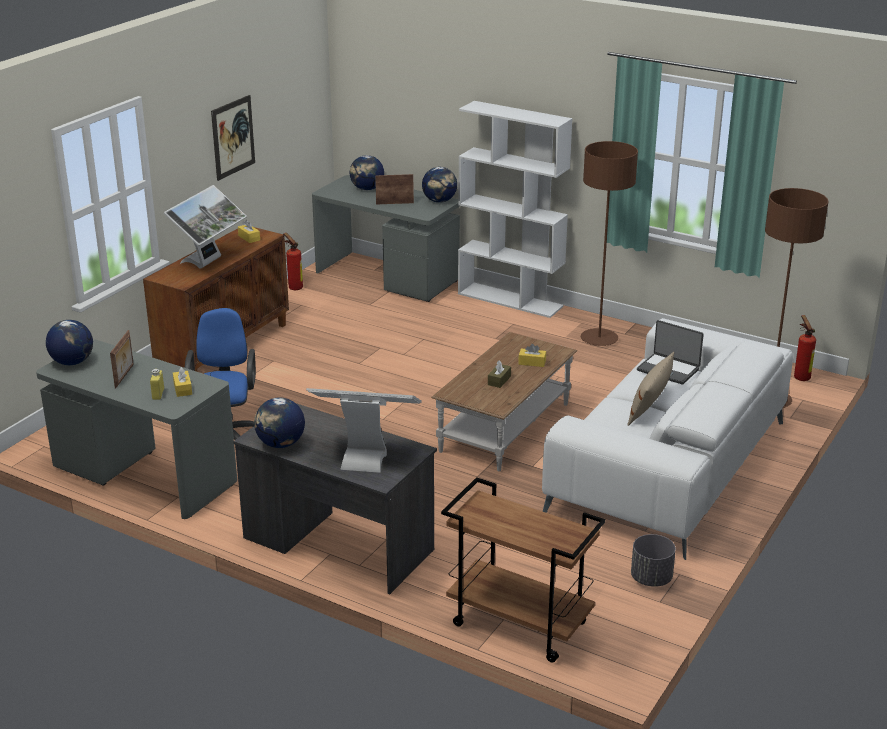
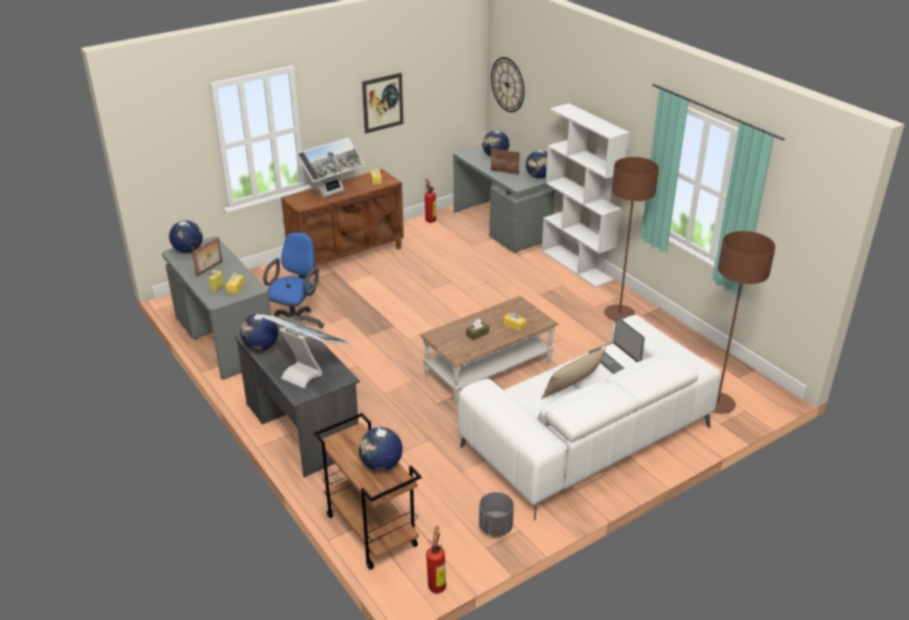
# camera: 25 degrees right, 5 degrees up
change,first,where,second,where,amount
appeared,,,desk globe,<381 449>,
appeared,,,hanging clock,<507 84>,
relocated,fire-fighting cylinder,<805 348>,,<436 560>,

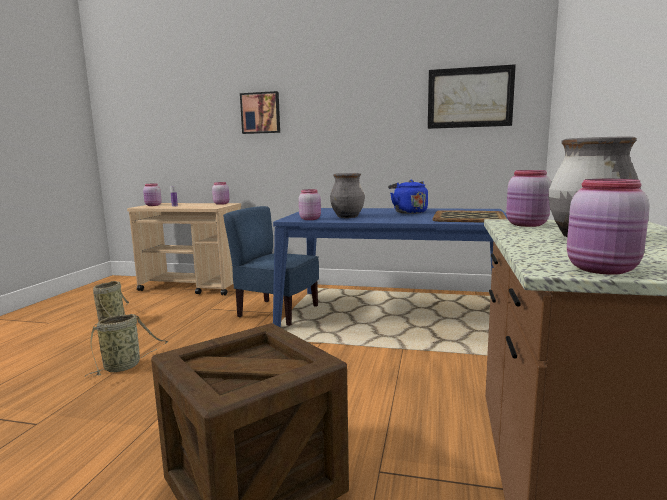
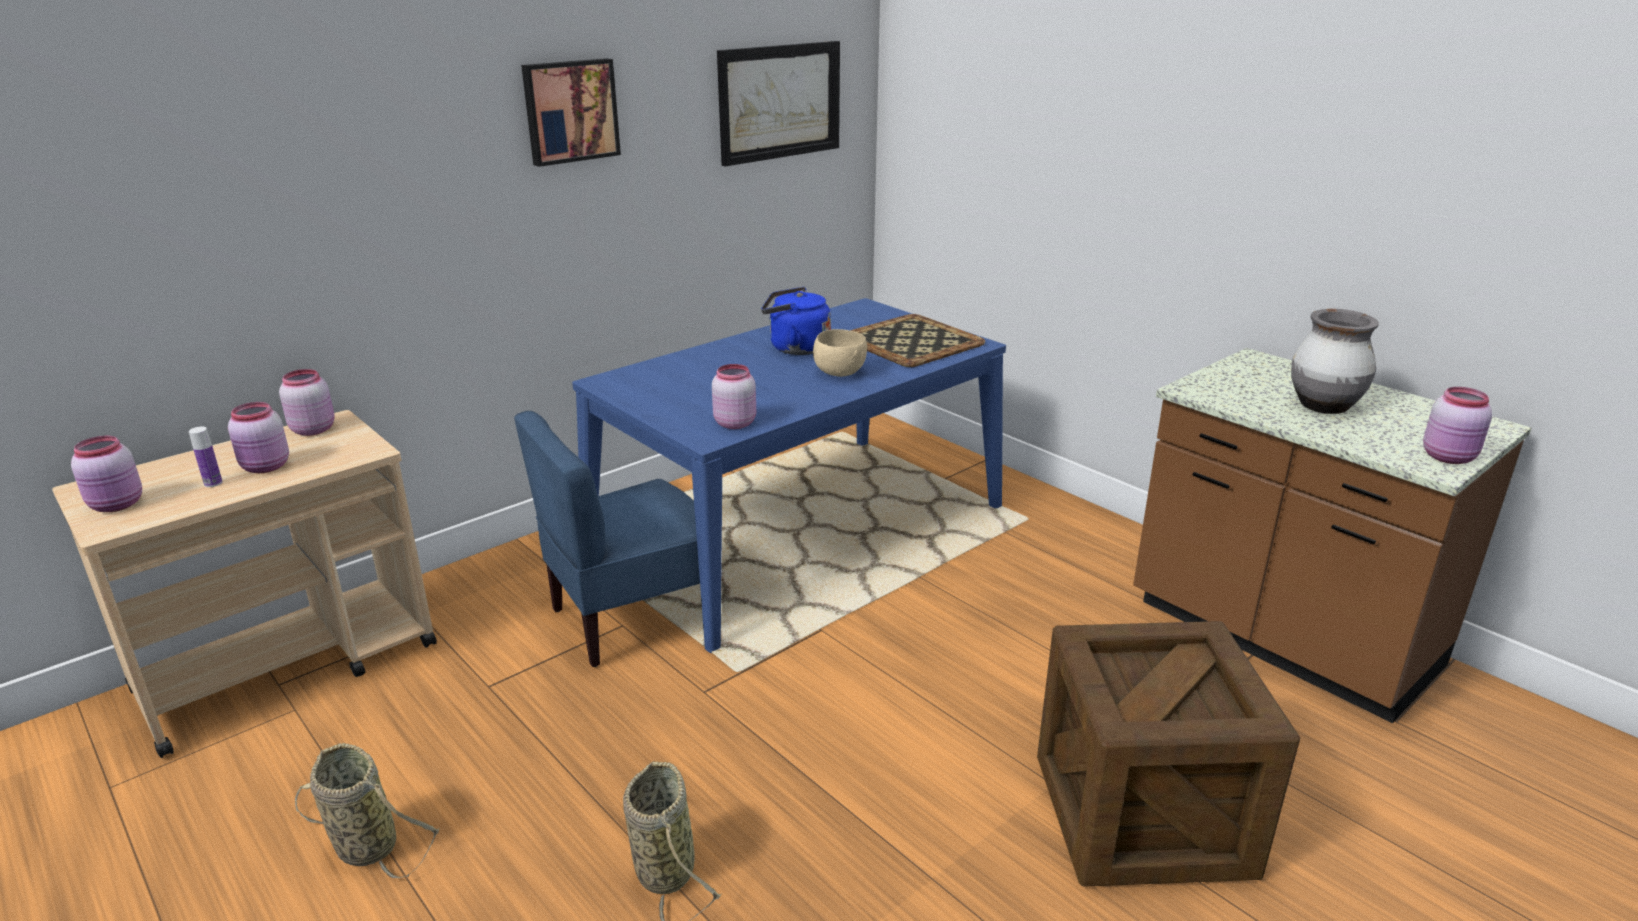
# camera: 55 degrees left, 15 degrees up
change,first,where,second,where,amount
missing,vase (gray),<347 195>,,,
appeared,,,bowl (beige-coloured),<840 353>,
relocated,wall picture,<260 112>,,<571 112>,
relocated,jar (pink),<528 198>,,<258 437>,

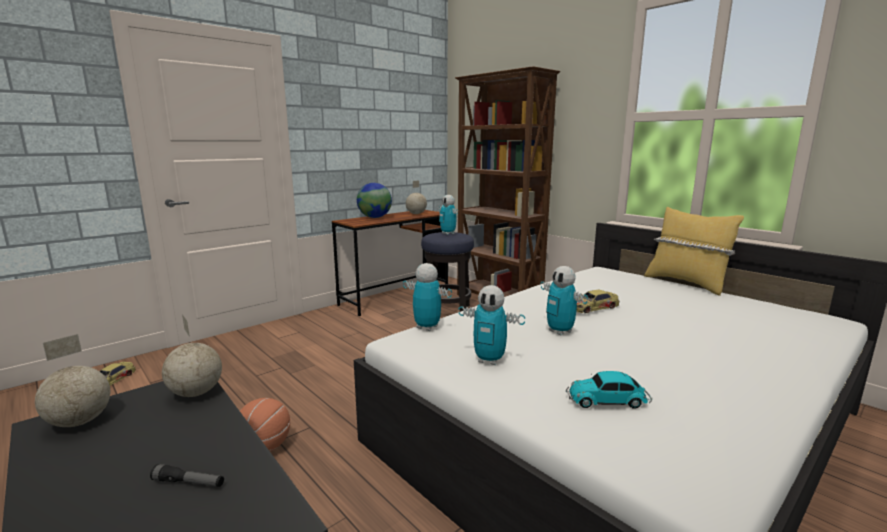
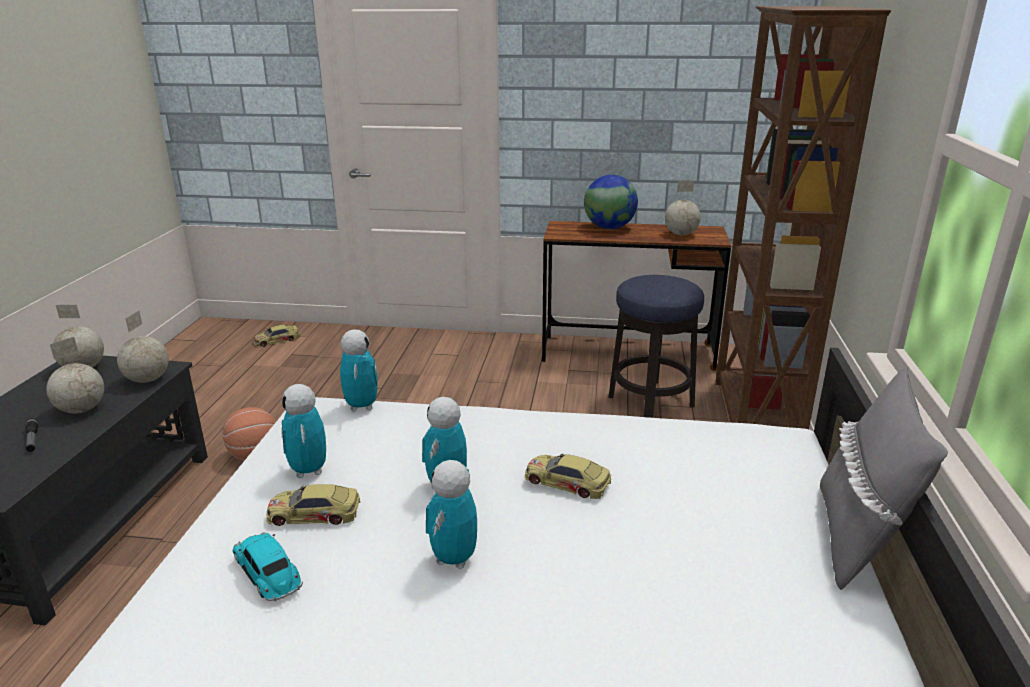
# camera: 50 degrees right, 10 degrees up
change,first,where,second,where,amount
appeared,,,desk globe,<75 375>,
appeared,,,miniature car,<313 505>,
relocated,toy robot,<448 215>,,<451 514>,
colour,cushion (yellow),<694 251>,cushion (gray),<884 478>,

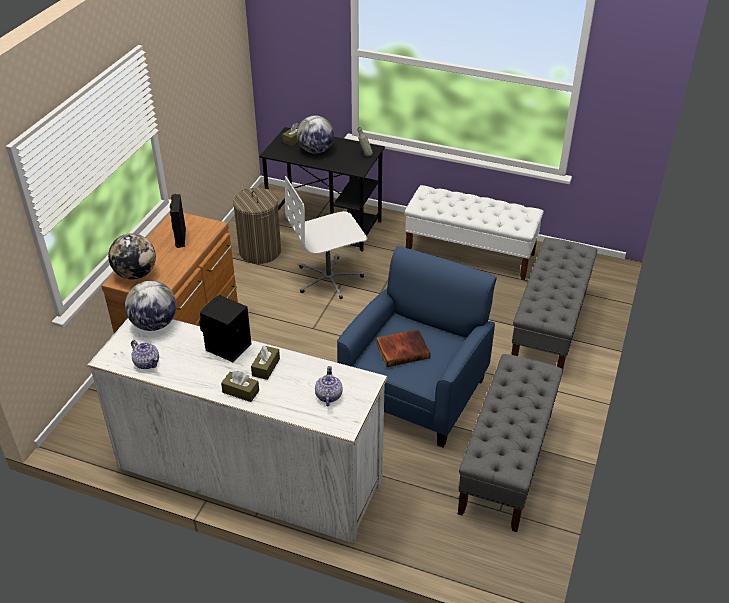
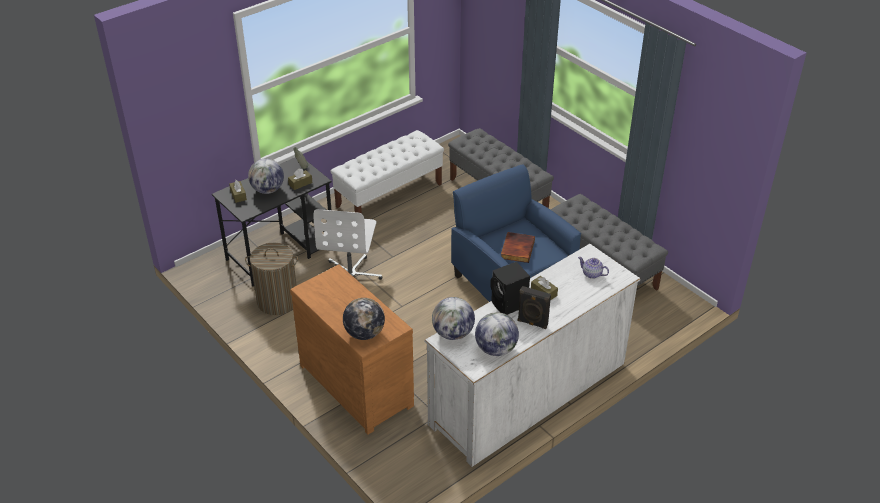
# camera: 60 degrees left, 0 degrees up
change,first,where,second,where,amount
relocated,loudspeaker (black),<178 221>,,<534 307>,
relocated,tissue box (brownish),<240 386>,,<300 179>,
exchanged,pot for tea,<145 354>,desk globe,<497 334>,

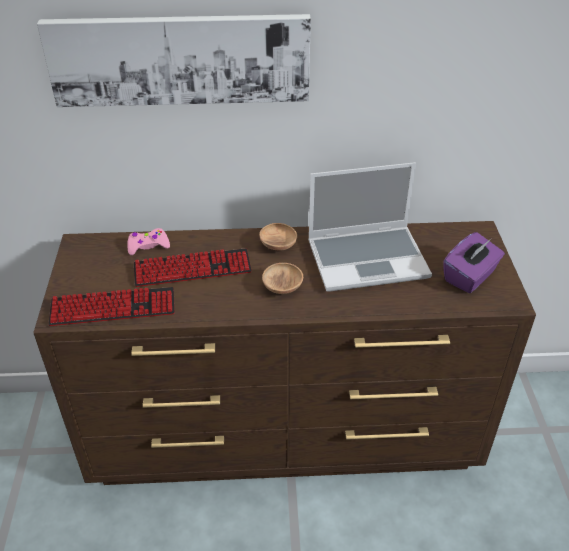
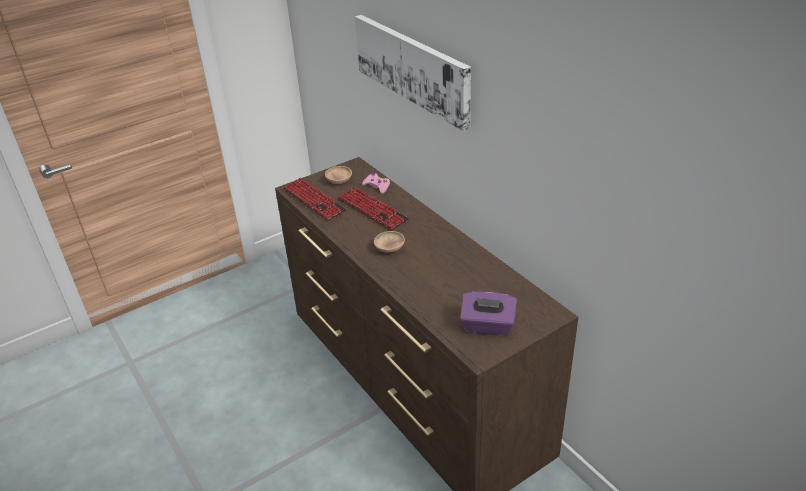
# camera: 60 degrees right, 5 degrees down
change,first,where,second,where,amount
missing,notebook computer,<370 227>,,,
relocated,bowl (brownish),<278 236>,,<338 175>,

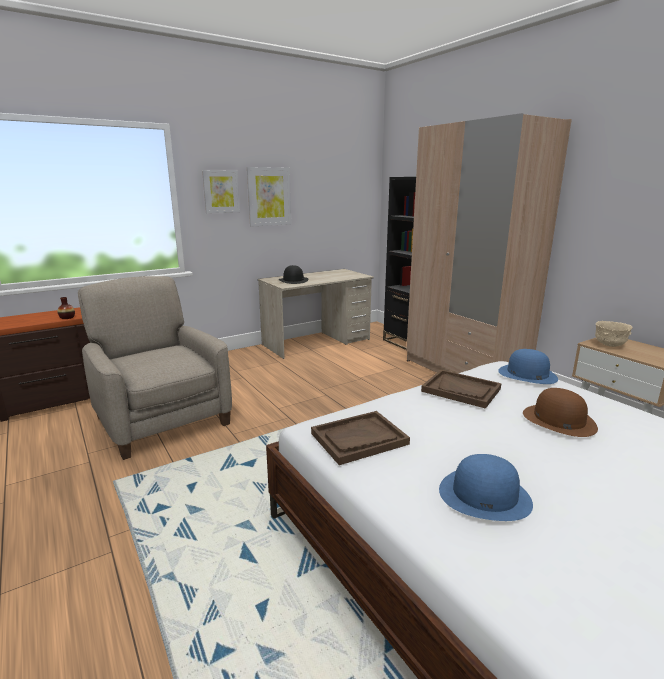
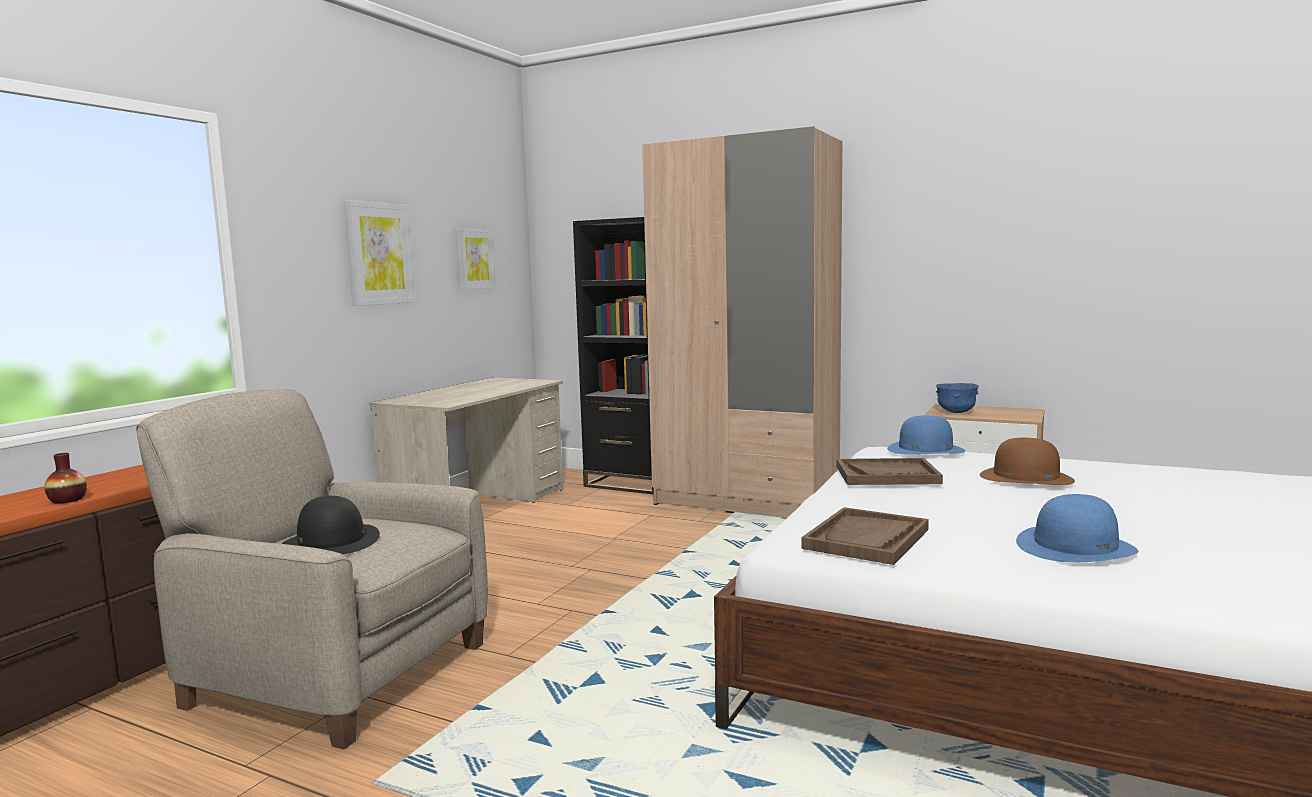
# camera: 30 degrees left, 10 degrees down
change,first,where,second,where,amount
relocated,wall picture,<221 191>,,<476 259>,
relocated,wearable hat (black),<293 274>,,<331 525>,
colour,bowl (beige-coloured),<614 334>,bowl (blue),<957 398>,

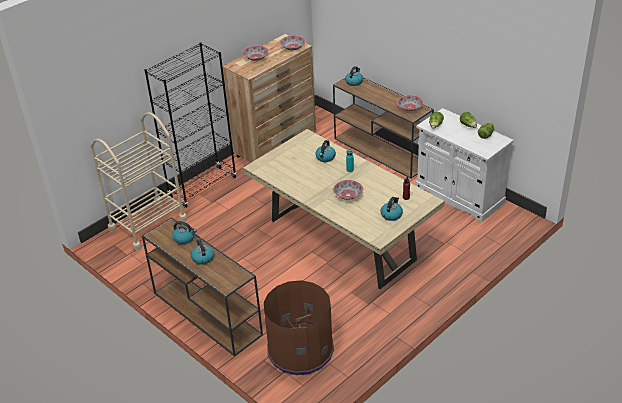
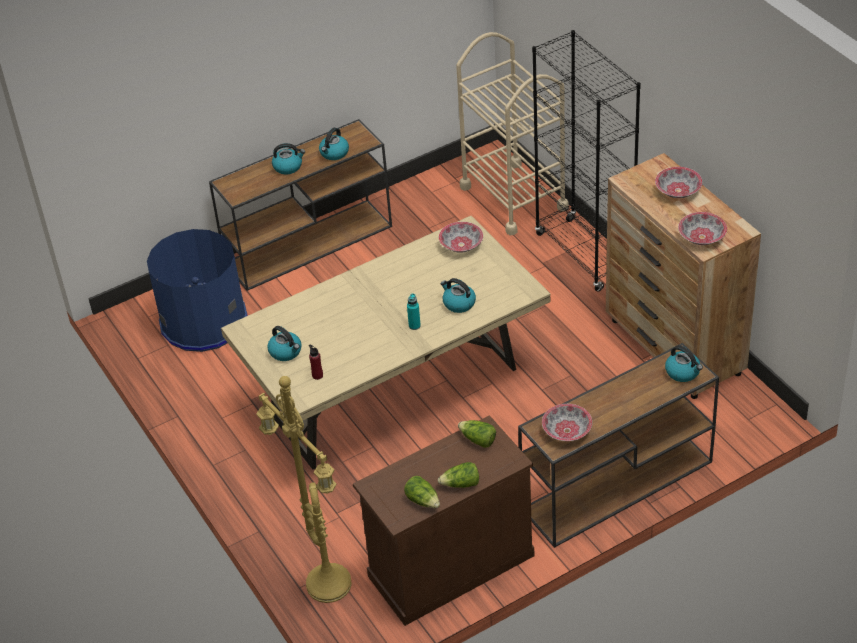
# camera: 105 degrees right, 5 degrees up
change,first,where,second,where,amount
appeared,,,standing lamp (yellow),<304 489>,
relocated,bowl,<348 190>,,<461 237>,
colour,rubbish bin (brownish),<299 327>,rubbish bin (blue),<197 290>,
colour,storage cabinet (white-coloured),<464 165>,storage cabinet (brownish),<444 520>,

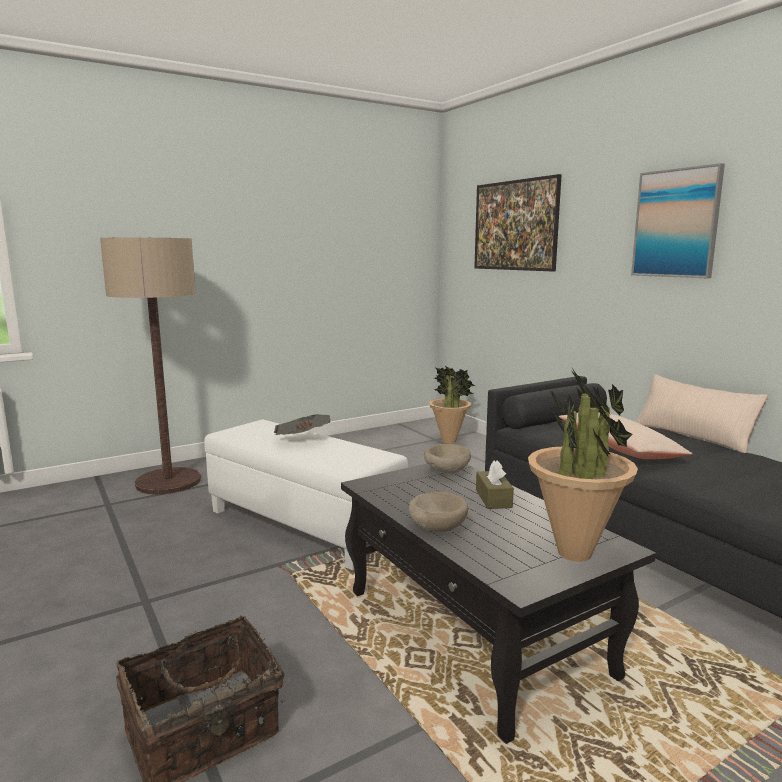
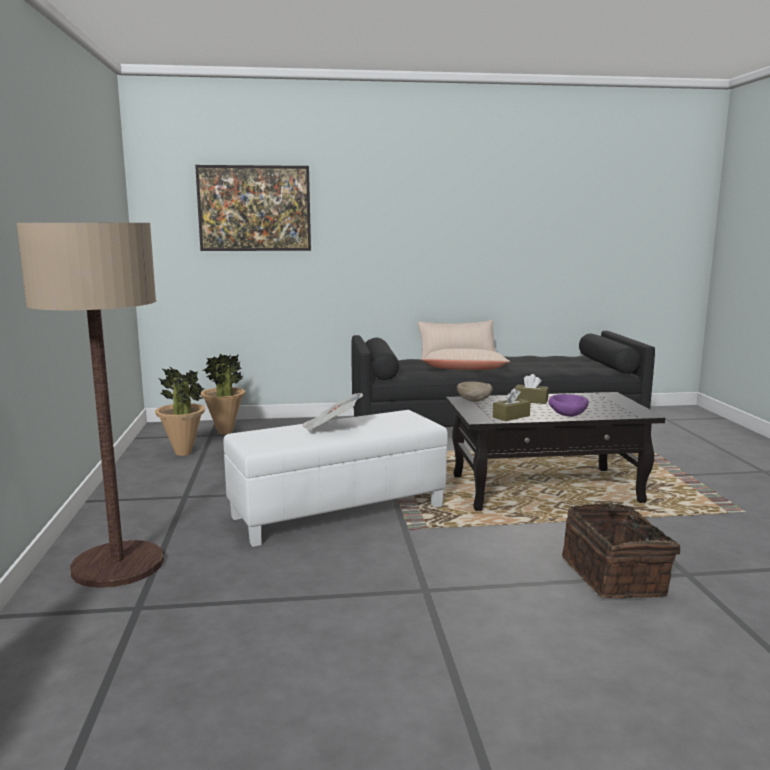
# camera: 65 degrees left, 0 degrees up
change,first,where,second,where,amount
missing,wall picture,<678 220>,,,
appeared,,,tissue box (brownish),<512 404>,
relocated,houseplant,<583 465>,,<180 411>,
colour,bowl (beige-coloured),<438 512>,bowl (purple),<569 405>,

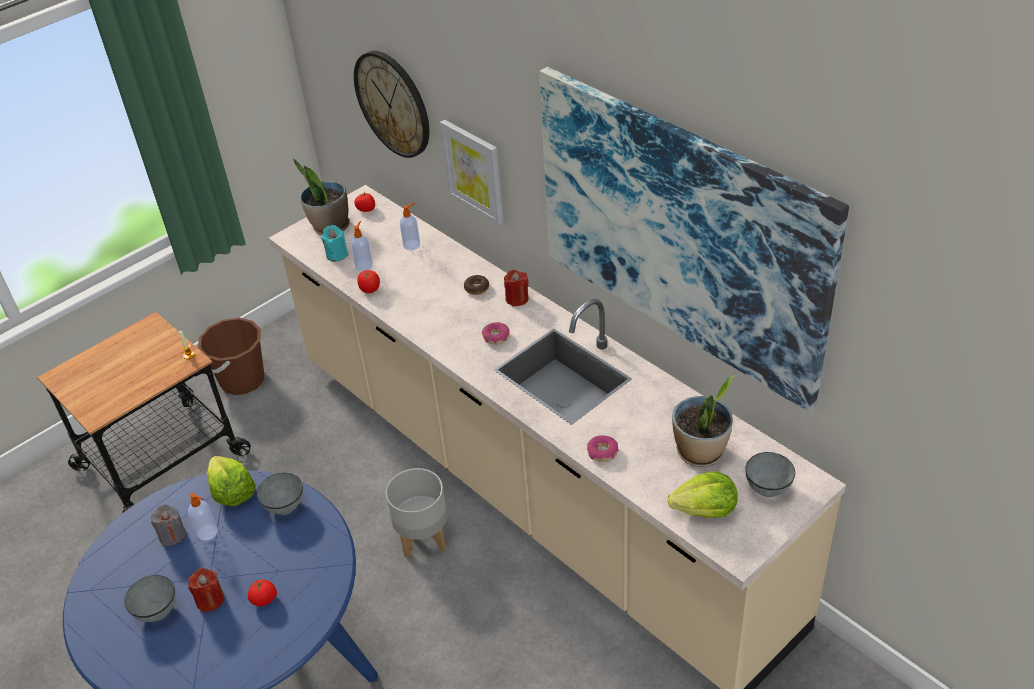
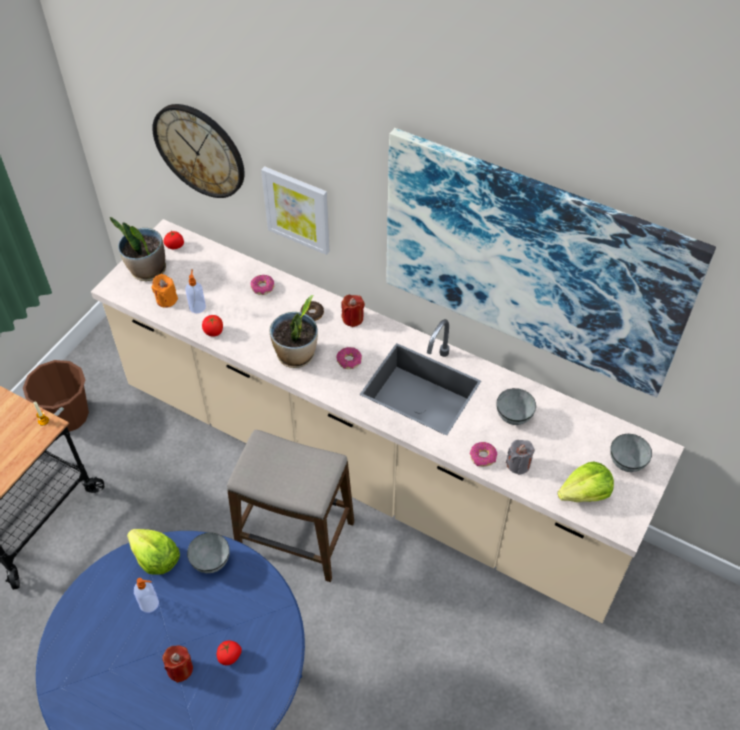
# camera: 20 degrees left, 10 degrees up
change,first,where,second,where,amount
missing,soap bottle,<410 226>,,,
appeared,,,ring doughnut,<262 285>,
relocated,bowl (gray),<150 598>,,<516 406>,
relocated,wax light (gray),<168 525>,,<520 457>,
relocated,houseplant,<703 421>,,<294 331>,
exchanged,planter (gray),<416 513>,sitting stool,<290 506>,
colour,wax light (turquoise-coloured),<334 243>,wax light (orange-coloured),<164 291>,

